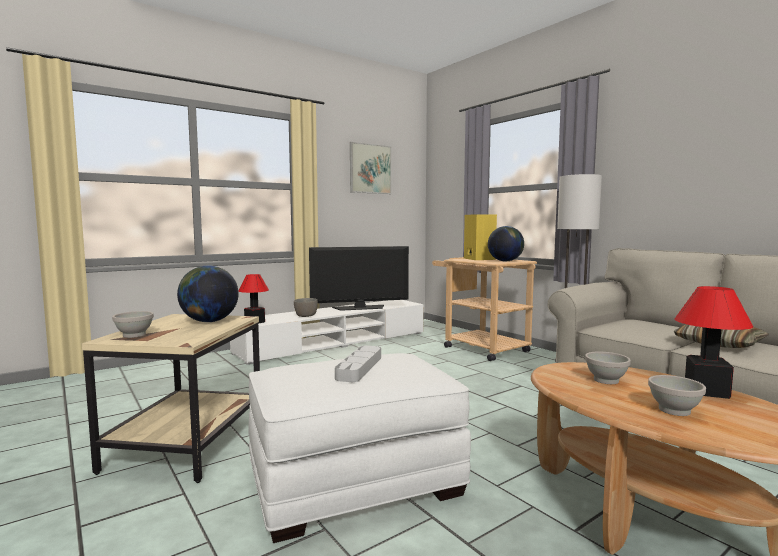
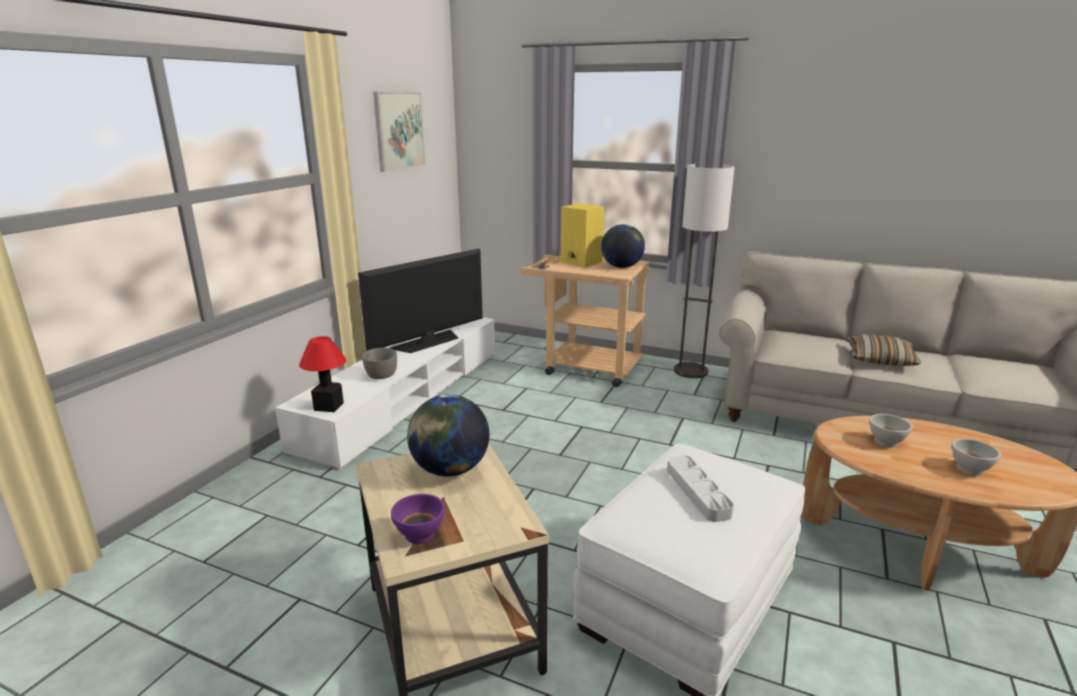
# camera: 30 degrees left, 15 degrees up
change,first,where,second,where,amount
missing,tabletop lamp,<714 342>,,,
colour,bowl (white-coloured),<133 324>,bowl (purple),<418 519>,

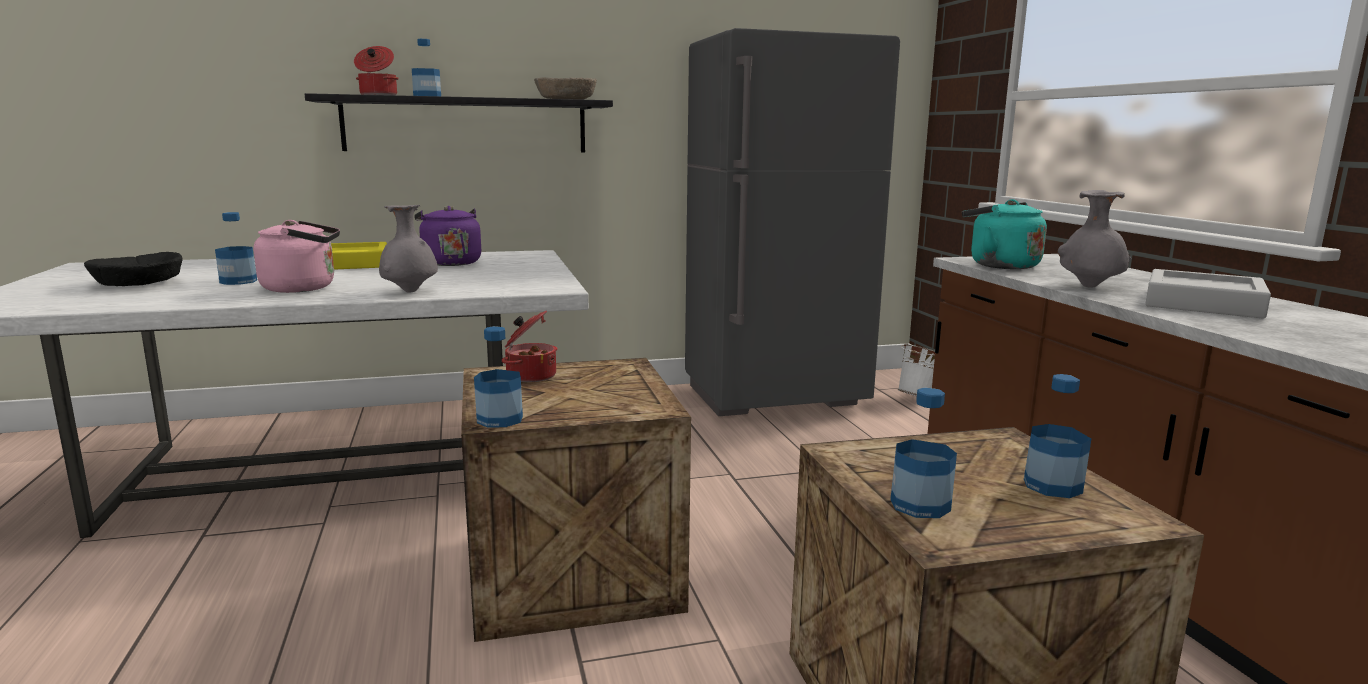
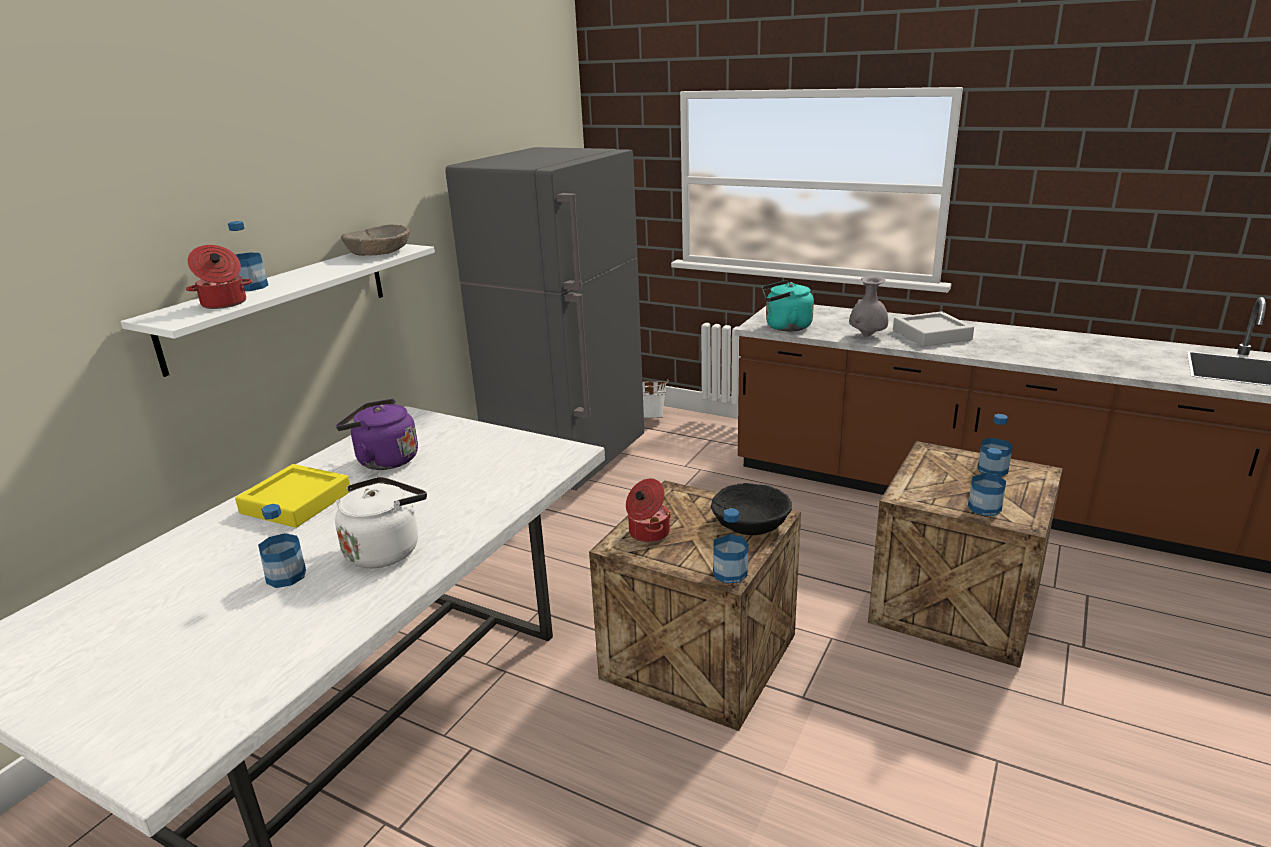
# camera: 45 degrees left, 10 degrees up
change,first,where,second,where,amount
missing,vase (gray),<408 248>,,,
relocated,bowl (black),<133 269>,,<751 509>,
colour,water kettle (pink),<296 256>,water kettle (white-coloured),<381 522>,
colour,wall shelf (black),<459 122>,wall shelf (white-coloured),<277 310>,

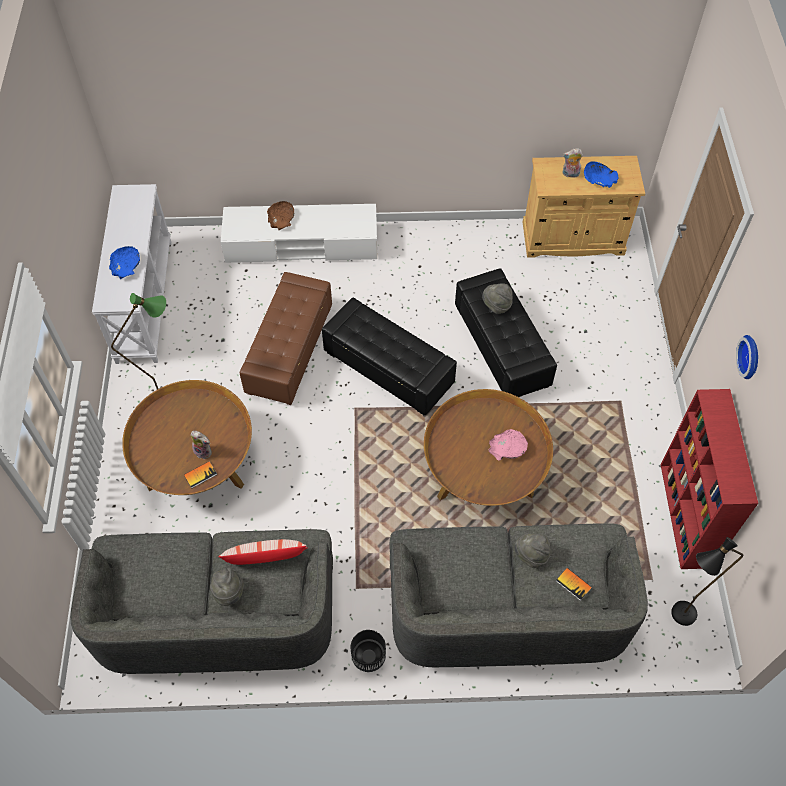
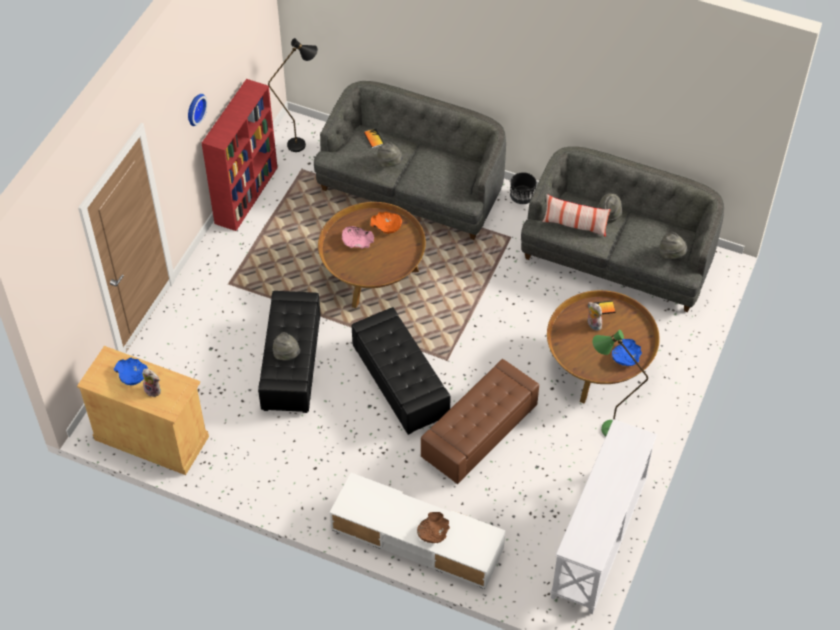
# camera: 155 degrees left, 5 degrees down
change,first,where,second,where,amount
appeared,,,bowl (orange-coloured),<386 223>,
appeared,,,wearable hat (gray),<673 245>,
relocated,bowl (blue),<124 262>,,<627 352>,

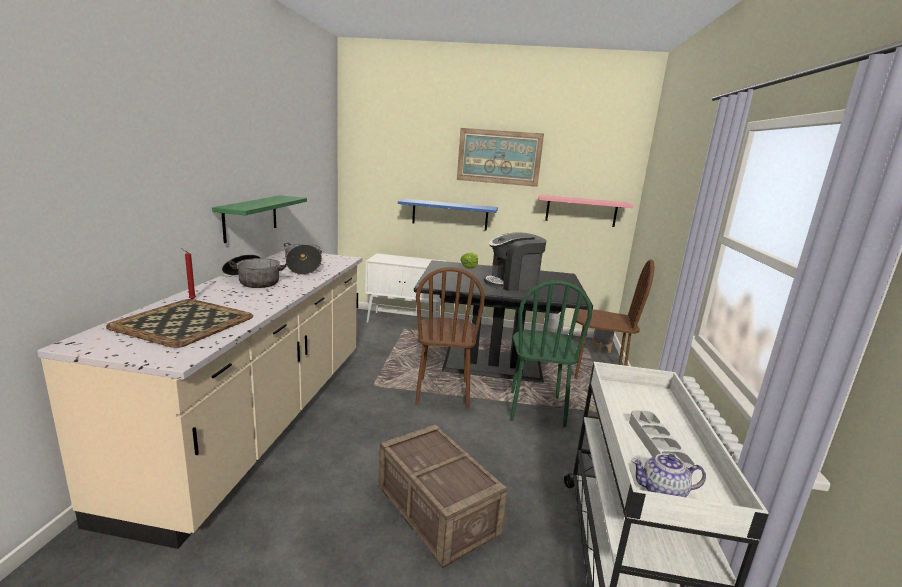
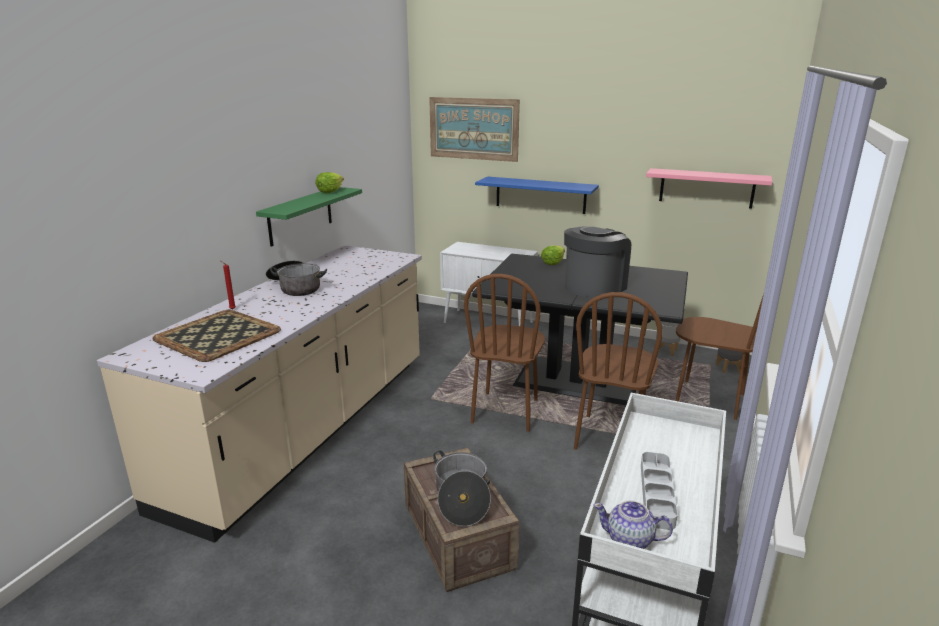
# camera: 15 degrees right, 5 degrees up
change,first,where,second,where,amount
appeared,,,lettuce,<329 182>,
relocated,stockpot,<303 259>,,<462 488>,
relocated,wall picture,<500 157>,,<474 129>,
colour,plain chair (greenish),<551 354>,plain chair (brownish),<618 371>,
spun,coffee machine,<515 261>,,<597 262>,135 degrees clockwise

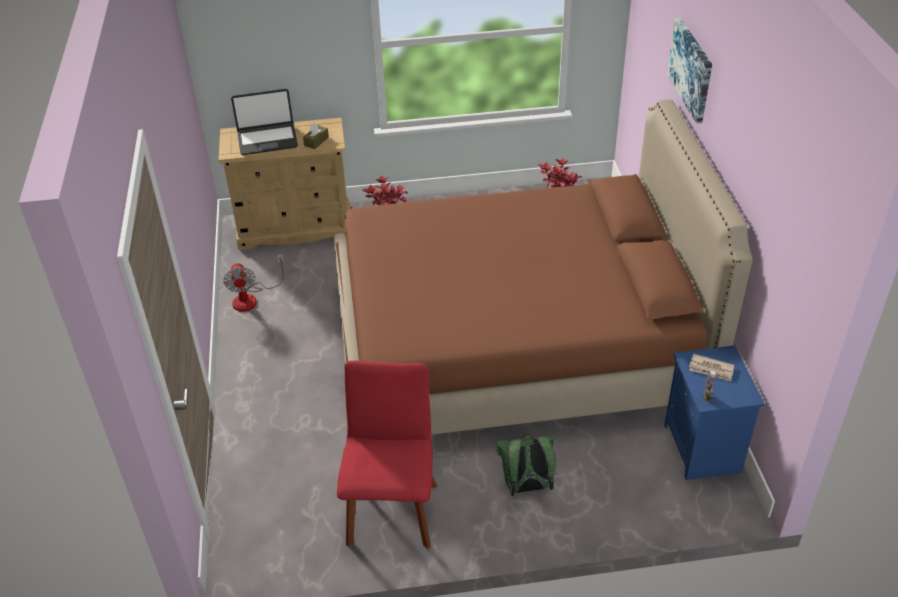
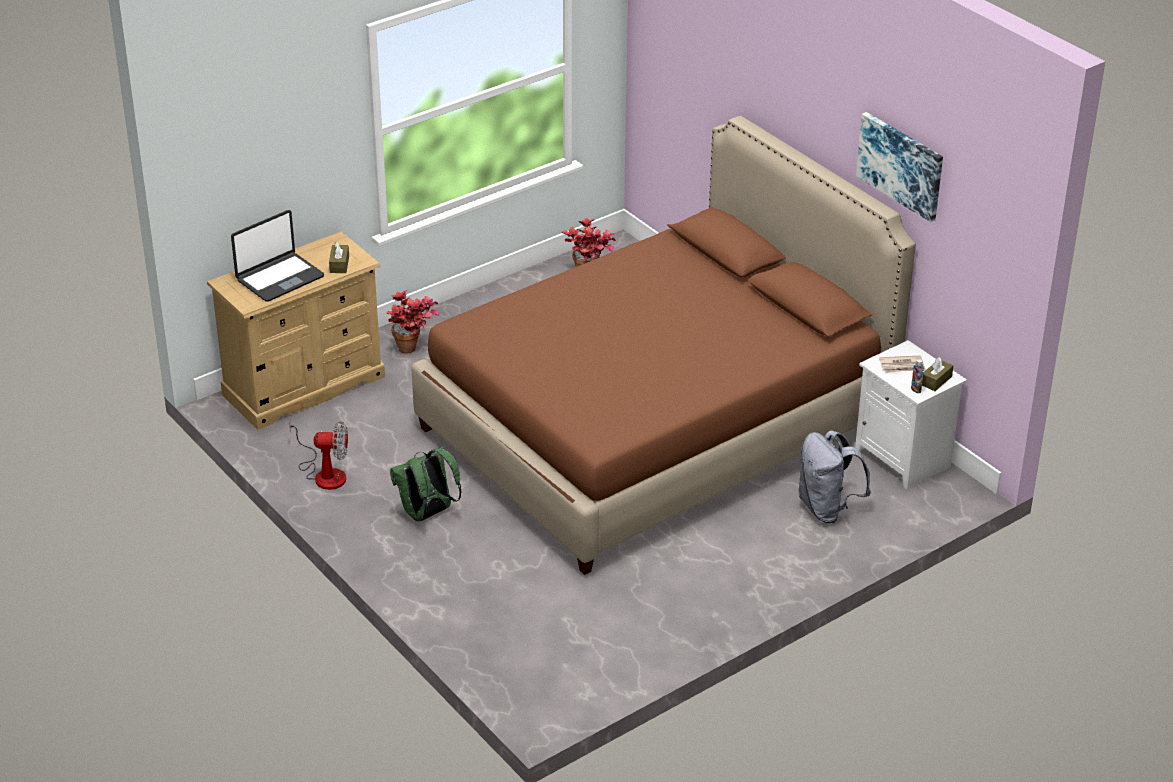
# camera: 30 degrees left, 5 degrees down
change,first,where,second,where,amount
missing,plain chair (red-coloured),<387 455>,,,
appeared,,,backpack (gray),<834 476>,
appeared,,,tissue box (brownish),<937 374>,
relocated,backpack (greenish),<526 465>,,<425 483>,
relocated,wall picture,<689 71>,,<899 167>,
colour,bedside table (blue),<714 412>,bedside table (white-coloured),<911 414>,
spun,fan,<253 283>,,<318 454>,45 degrees counterclockwise

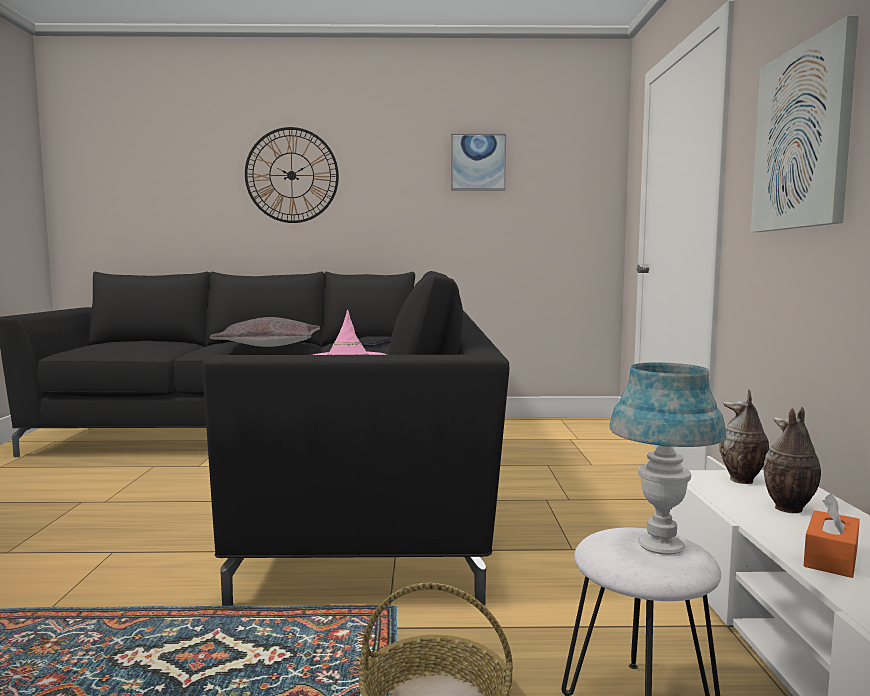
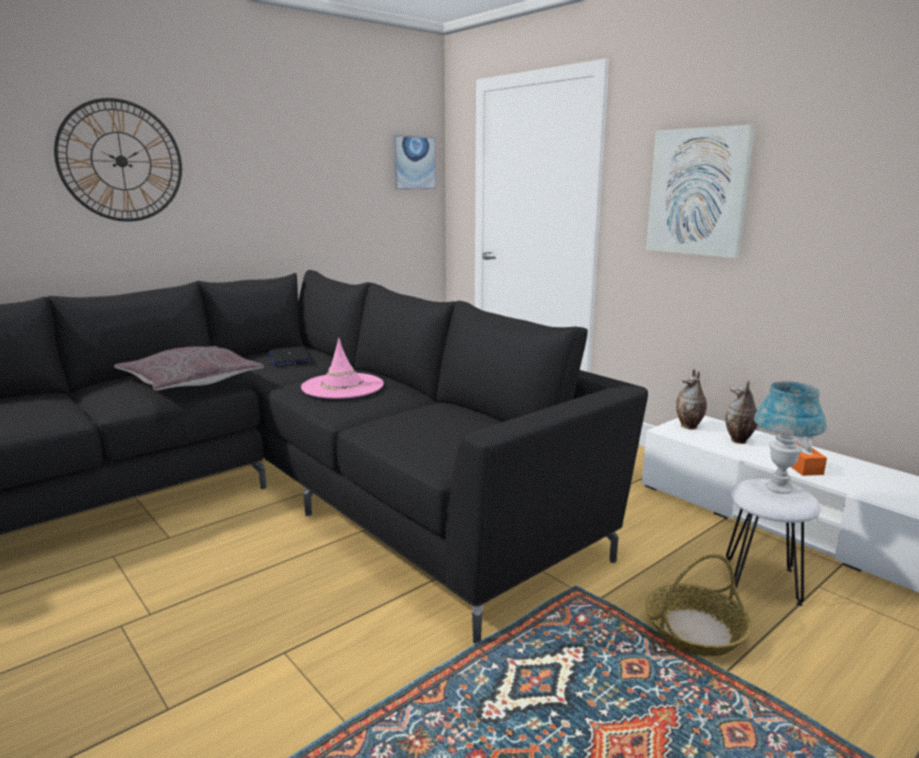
# camera: 40 degrees left, 10 degrees up
change,first,where,second,where,amount
relocated,wall picture,<478 162>,,<414 162>,

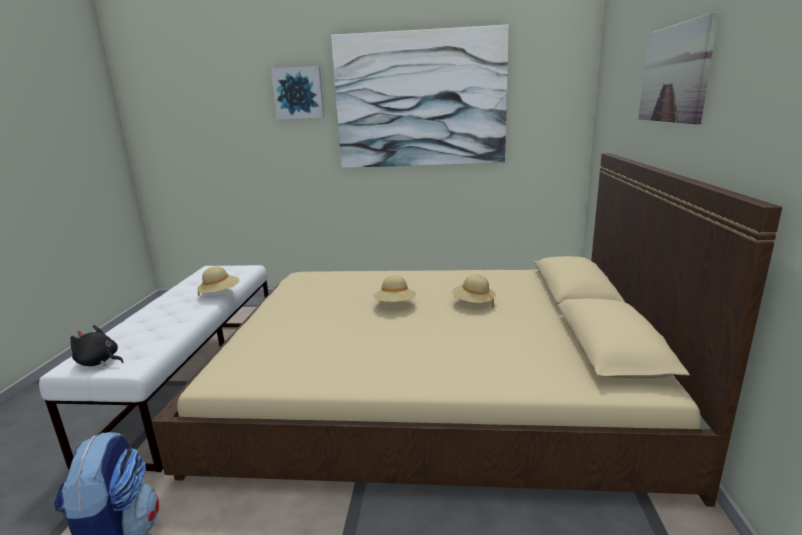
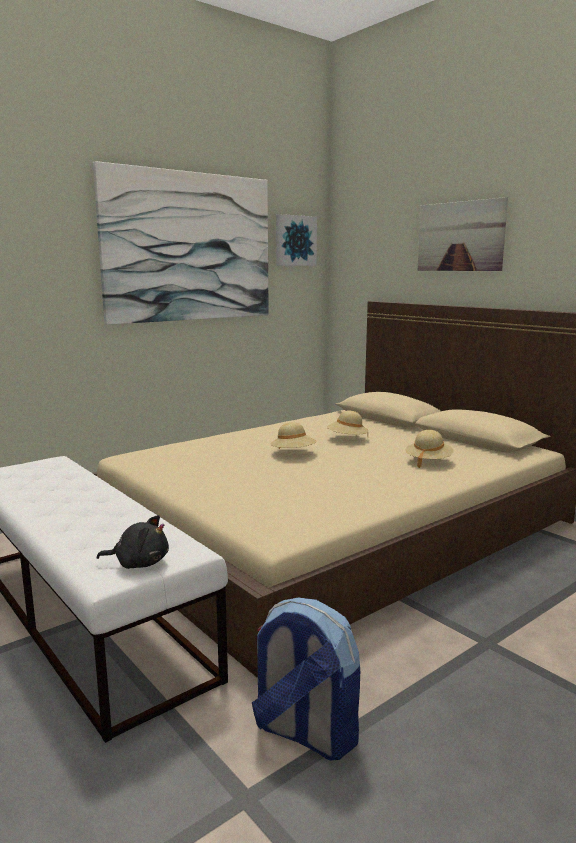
# camera: 45 degrees left, 5 degrees down
change,first,where,second,where,amount
relocated,wearable hat (beige-coloured),<218 281>,,<430 449>,
relocated,wall picture,<297 92>,,<296 240>,
spun,cuddly toy (black),<97 345>,,<133 542>,150 degrees counterclockwise

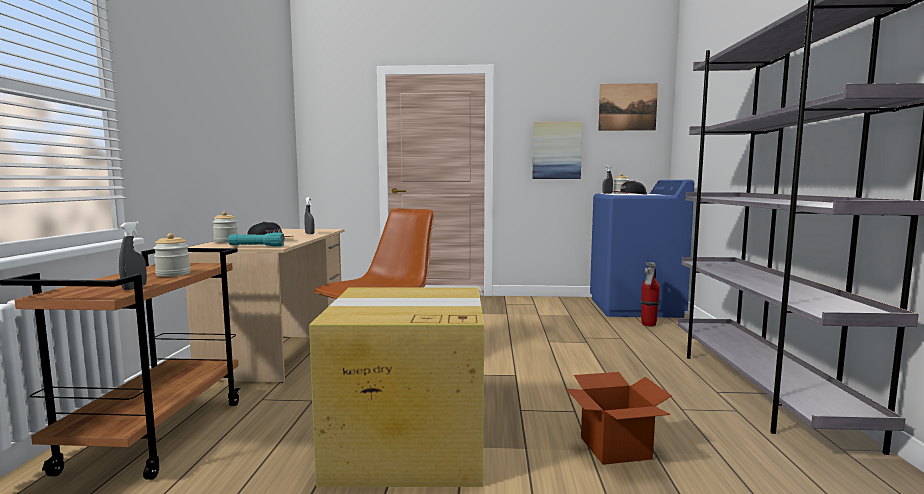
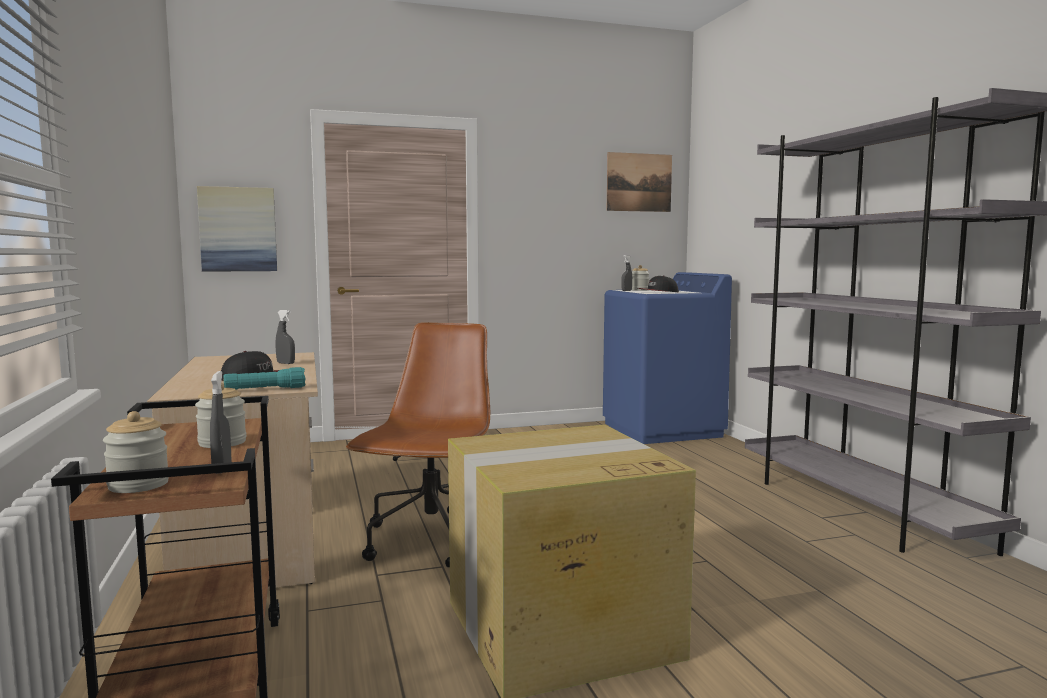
# camera: 20 degrees left, 0 degrees up
change,first,where,second,where,amount
missing,packing box,<619 418>,,,
missing,fire-fighting cylinder,<650 294>,,,
relocated,jar,<225 227>,,<136 452>,
relocated,wall picture,<557 150>,,<237 229>,

